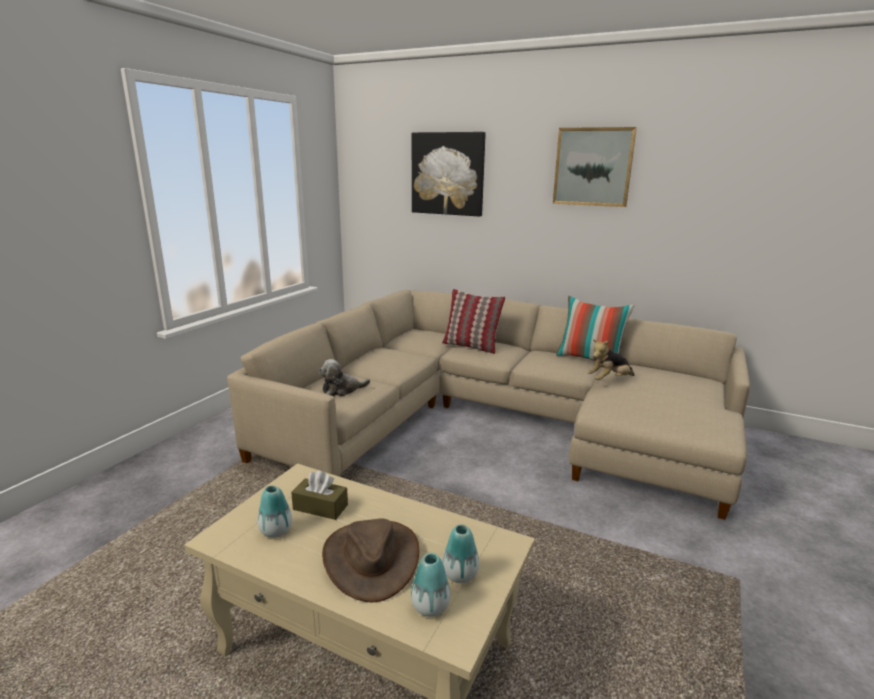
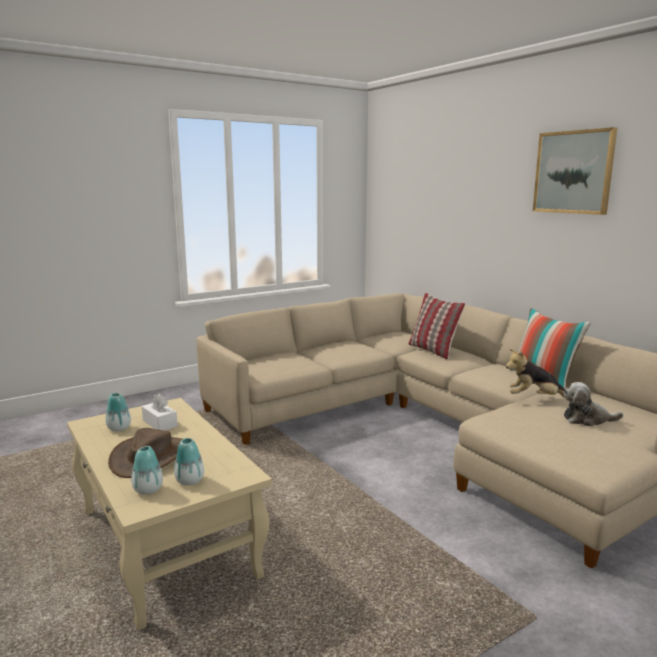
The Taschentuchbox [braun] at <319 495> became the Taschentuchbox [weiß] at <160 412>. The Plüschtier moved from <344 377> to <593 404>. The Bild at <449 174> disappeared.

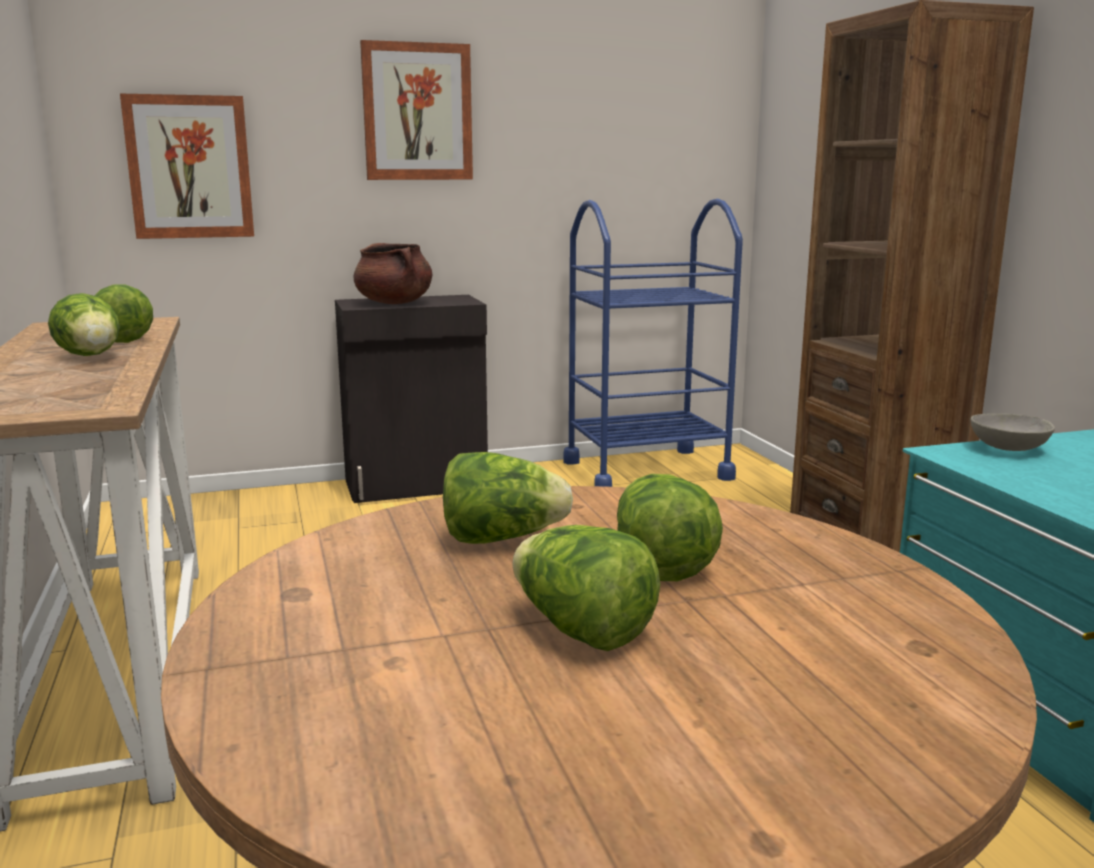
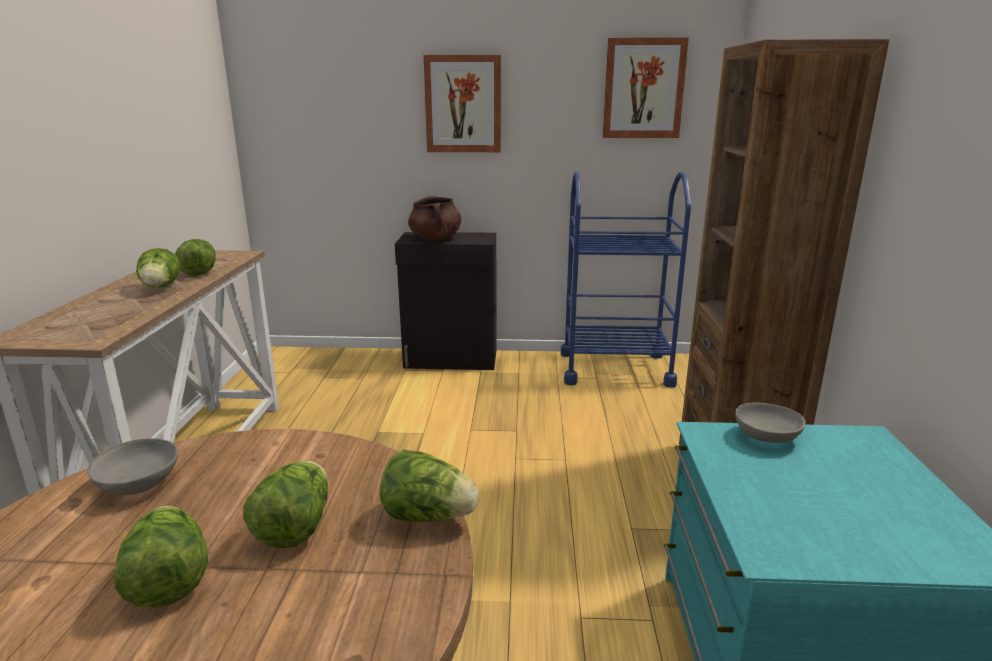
The Schüssel [grau] at <132 466> appeared. The Salatkopf moved from <508 498> to <429 486>. The Bild moved from <187 166> to <646 88>.

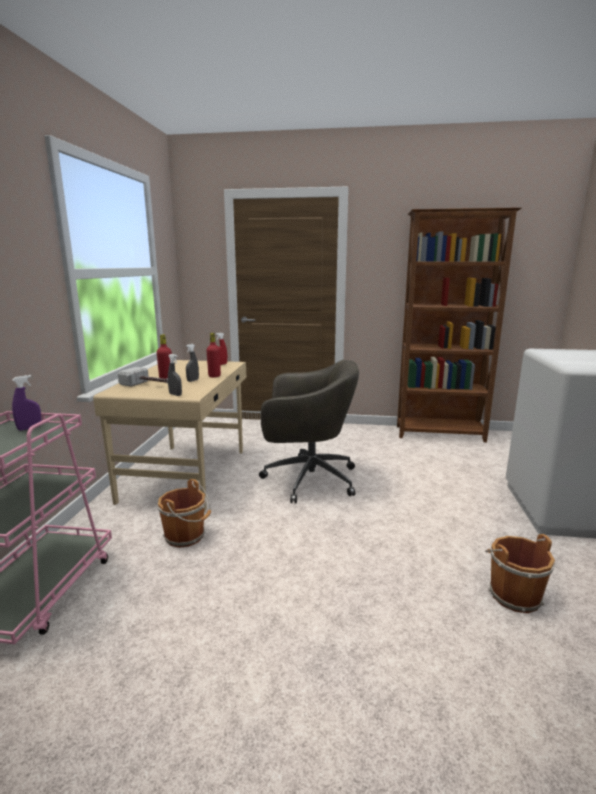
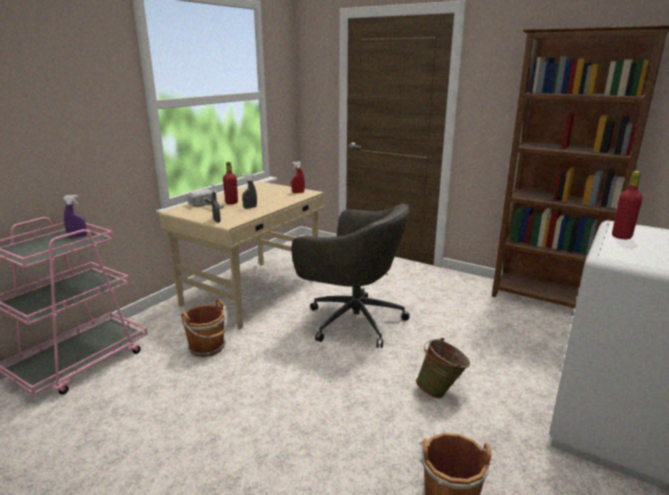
The Eimer [grün] at <443 368> appeared. The Flasche [rot] moved from <213 355> to <627 205>.

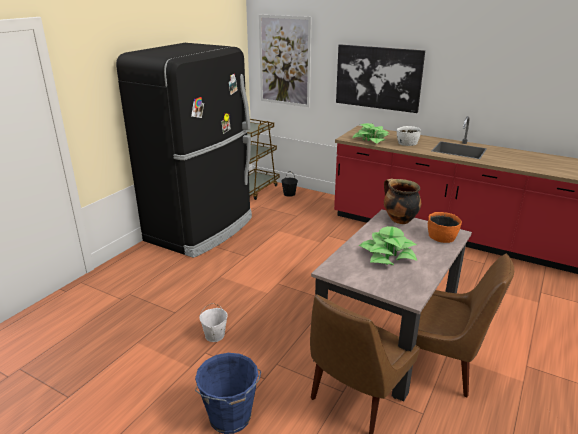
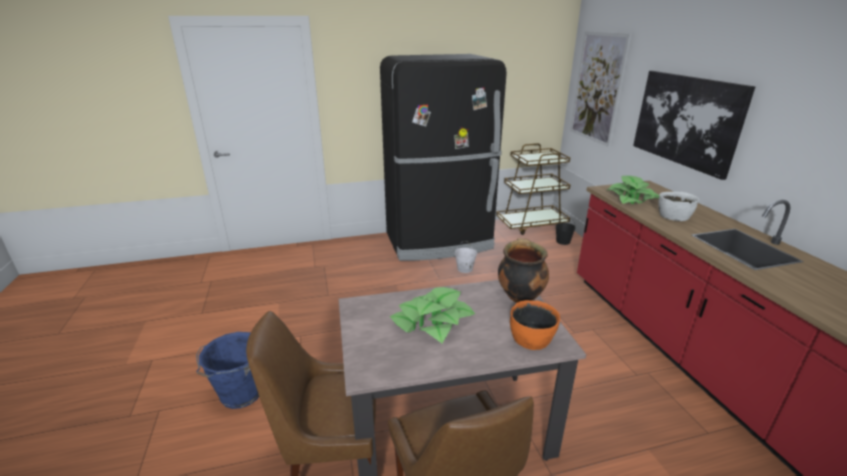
The Eimer [weiß] moved from <213 322> to <466 257>.

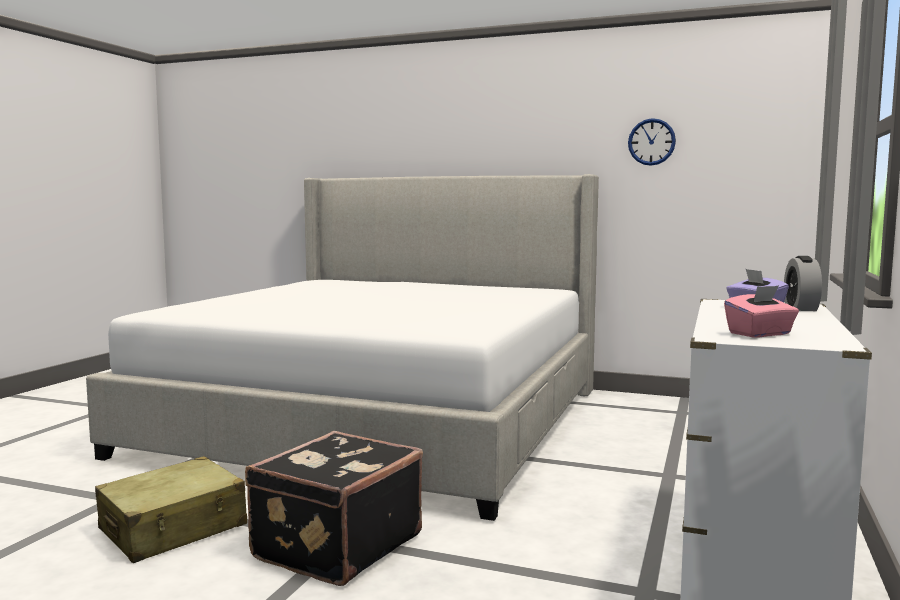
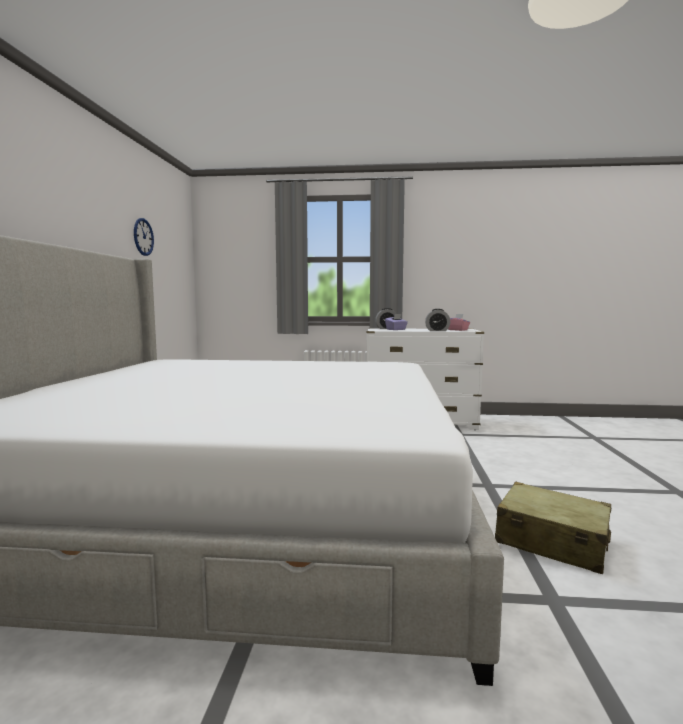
The Wecker at <437 320> appeared. The Koffer [schwarz] at <334 508> disappeared.

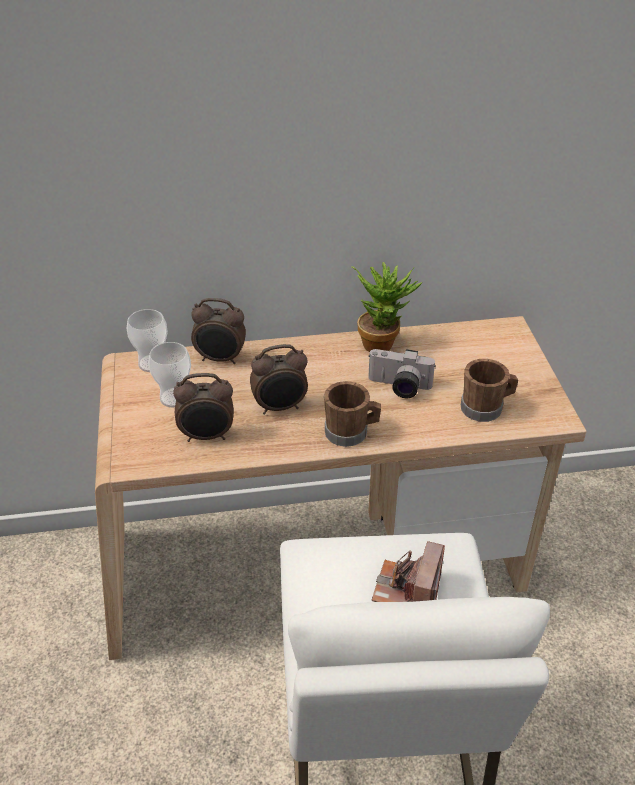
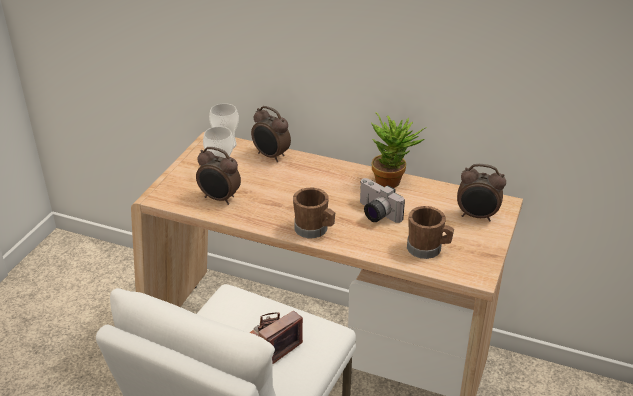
The Wecker moved from <279 379> to <481 193>.

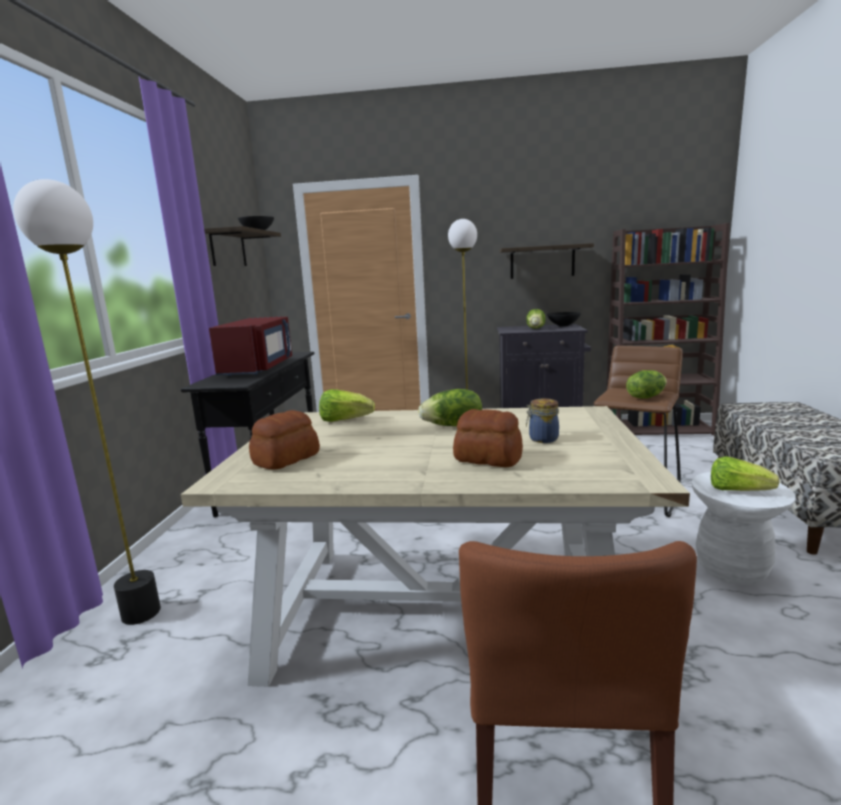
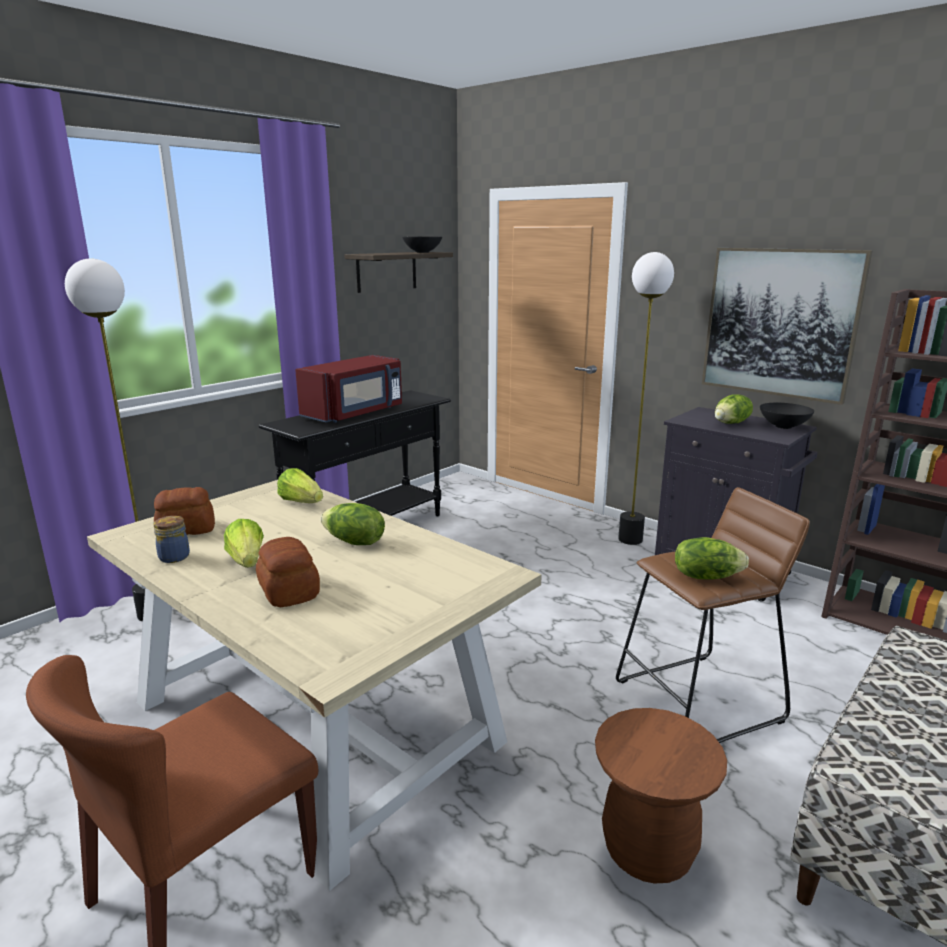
The Vorratsglas moved from <542 420> to <172 539>. The Salatkopf moved from <745 473> to <244 543>. The Hocker [weiß] at <743 528> became the Hocker [braun] at <661 795>. The Wandregal at <547 261> was replaced by the Bild at <787 326>.

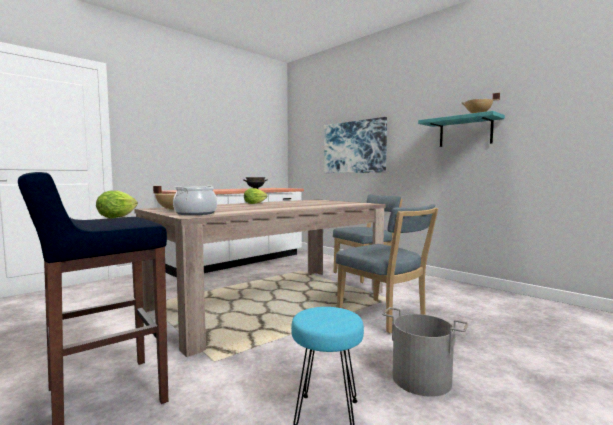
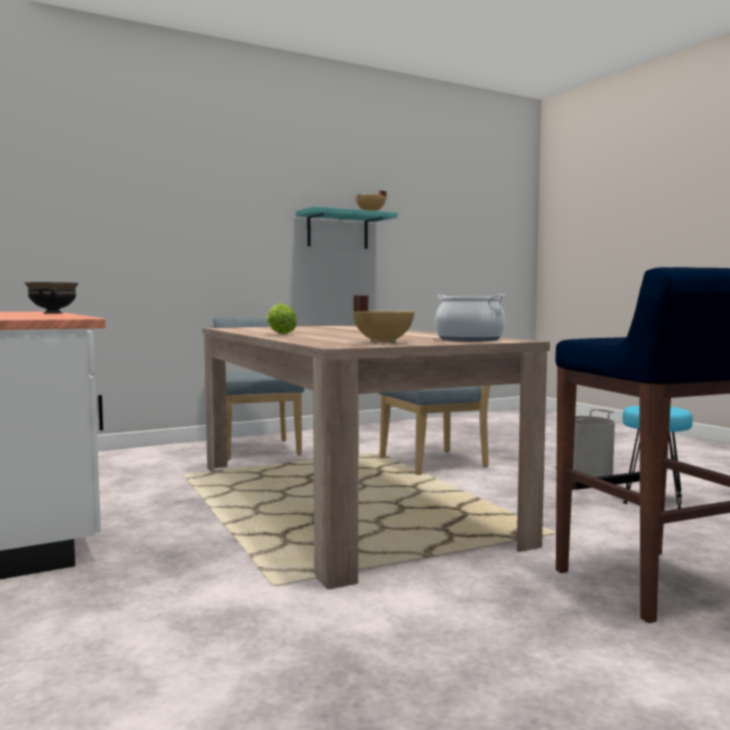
The Salatkopf at <117 204> disappeared. The Bild at <355 145> disappeared.

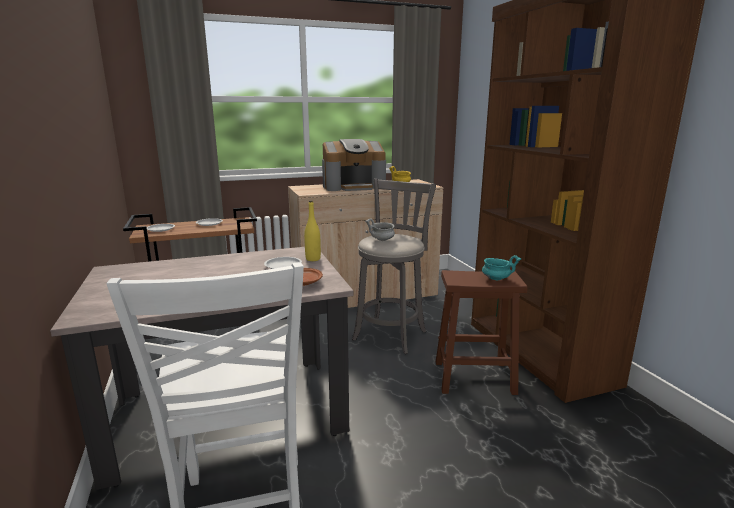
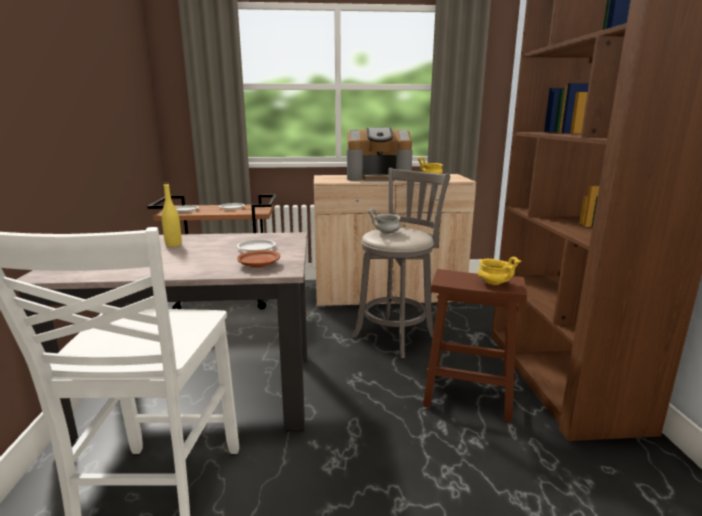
The Flasche [gelb] moved from <312 231> to <172 214>. The Schüssel [türkis] at <502 267> became the Schüssel [gelb] at <499 271>.

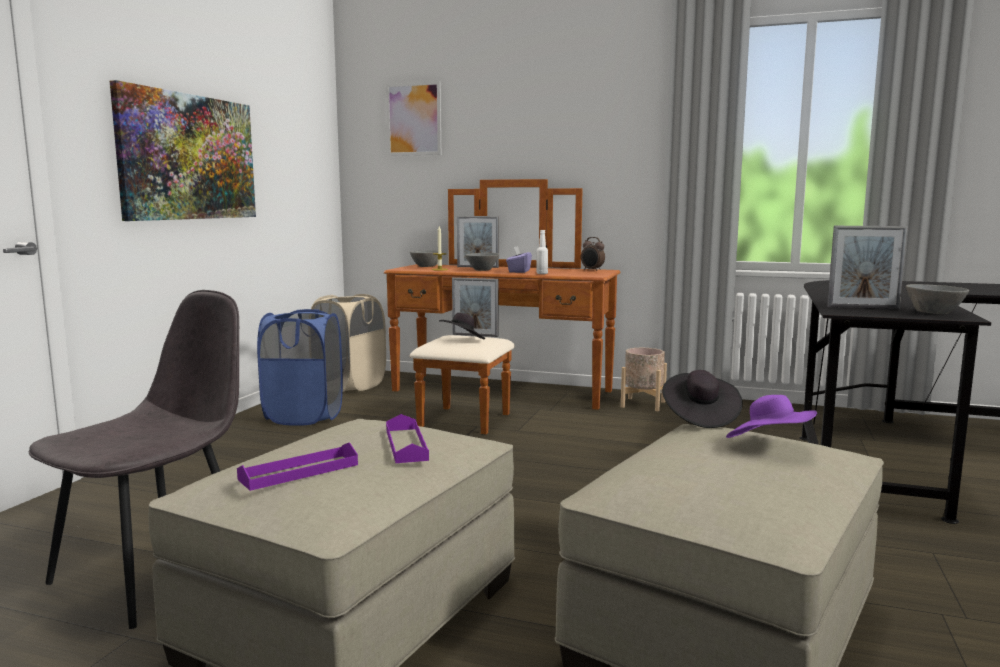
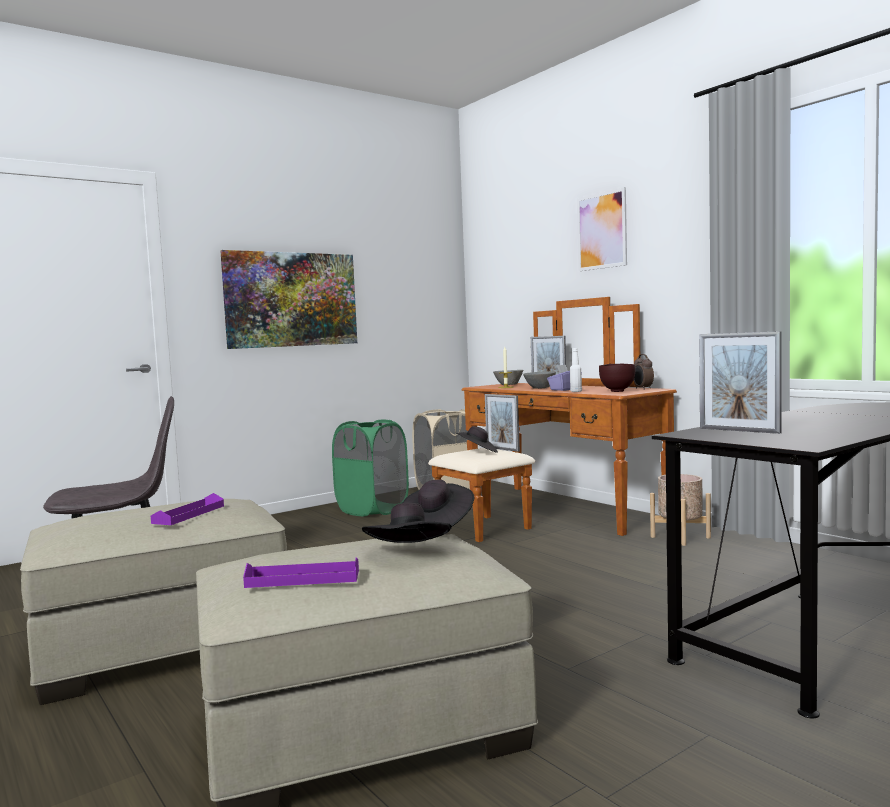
The Tablett [lila] moved from <297 466> to <301 572>. The Wäschekorb [blau] at <300 367> became the Wäschekorb [grün] at <370 468>. The Hut [lila] at <771 416> became the Hut [schwarz] at <407 523>. The Bild moved from <413 118> to <602 229>. The Schüssel [braun] at <617 378> appeared. The Schüssel [grau] at <937 299> disappeared.

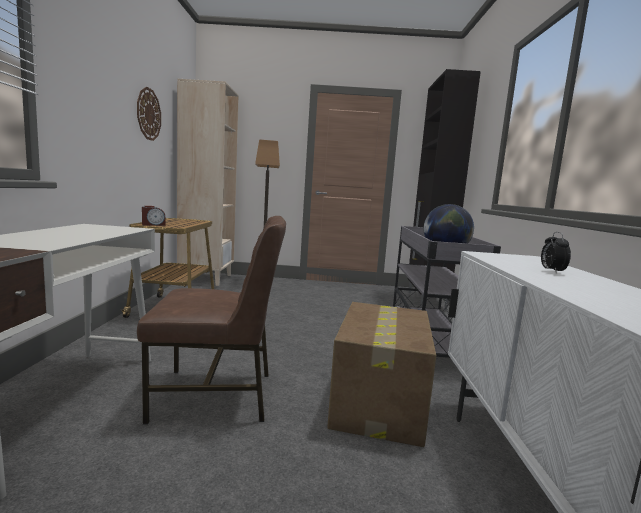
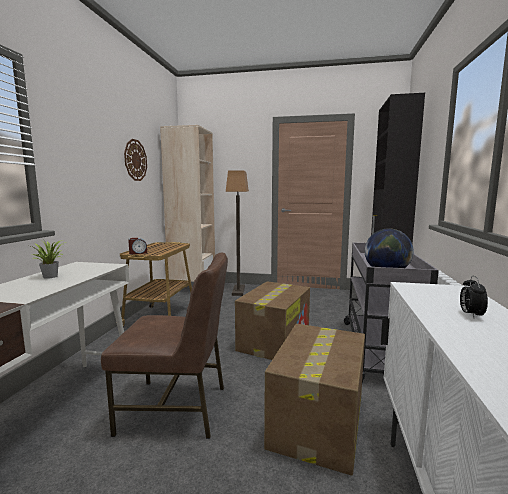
The Topfpflanze at <49 259> appeared. The Karton at <272 320> appeared.

